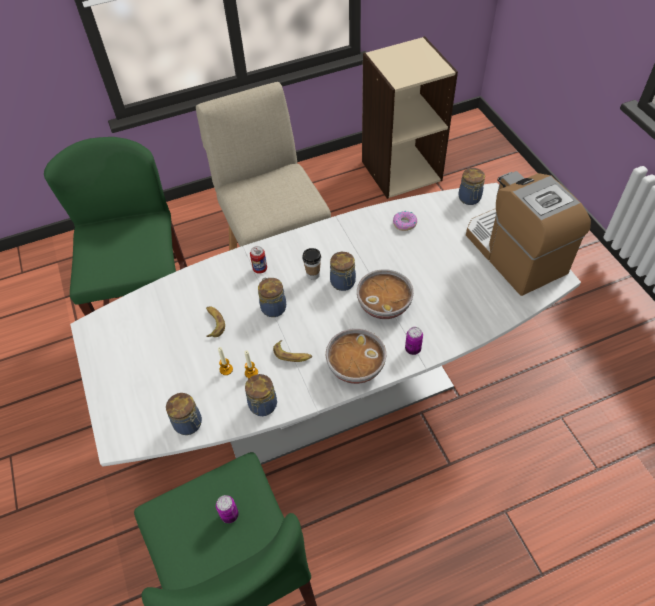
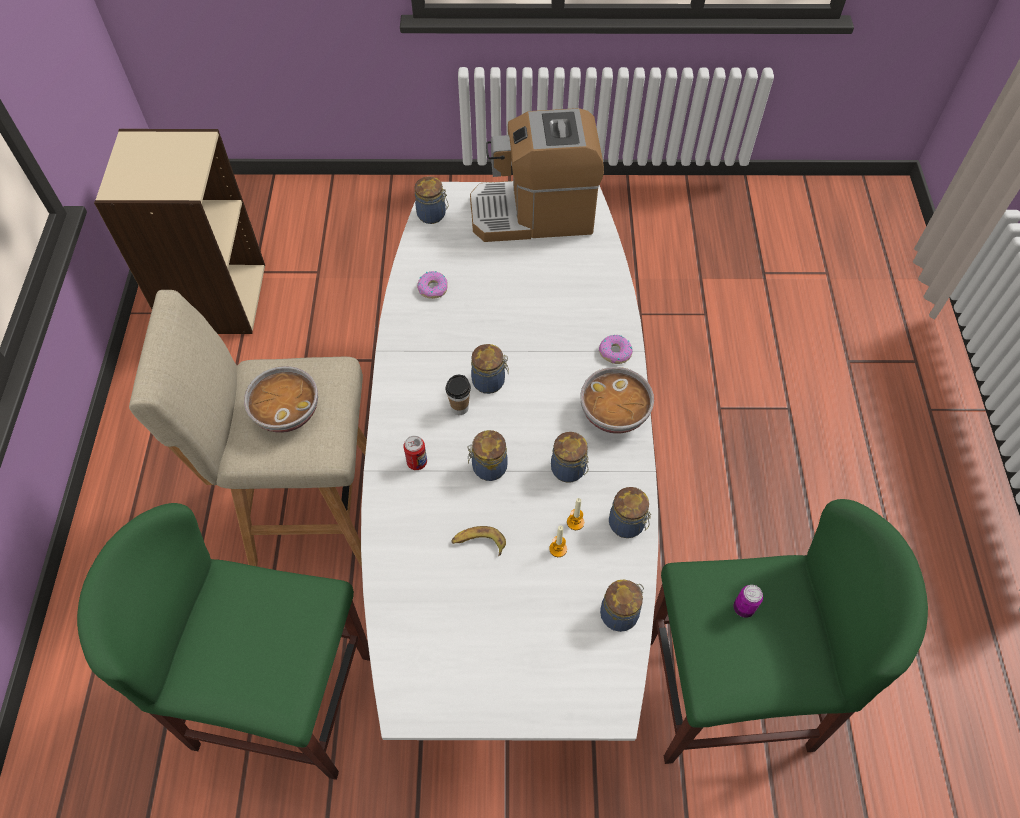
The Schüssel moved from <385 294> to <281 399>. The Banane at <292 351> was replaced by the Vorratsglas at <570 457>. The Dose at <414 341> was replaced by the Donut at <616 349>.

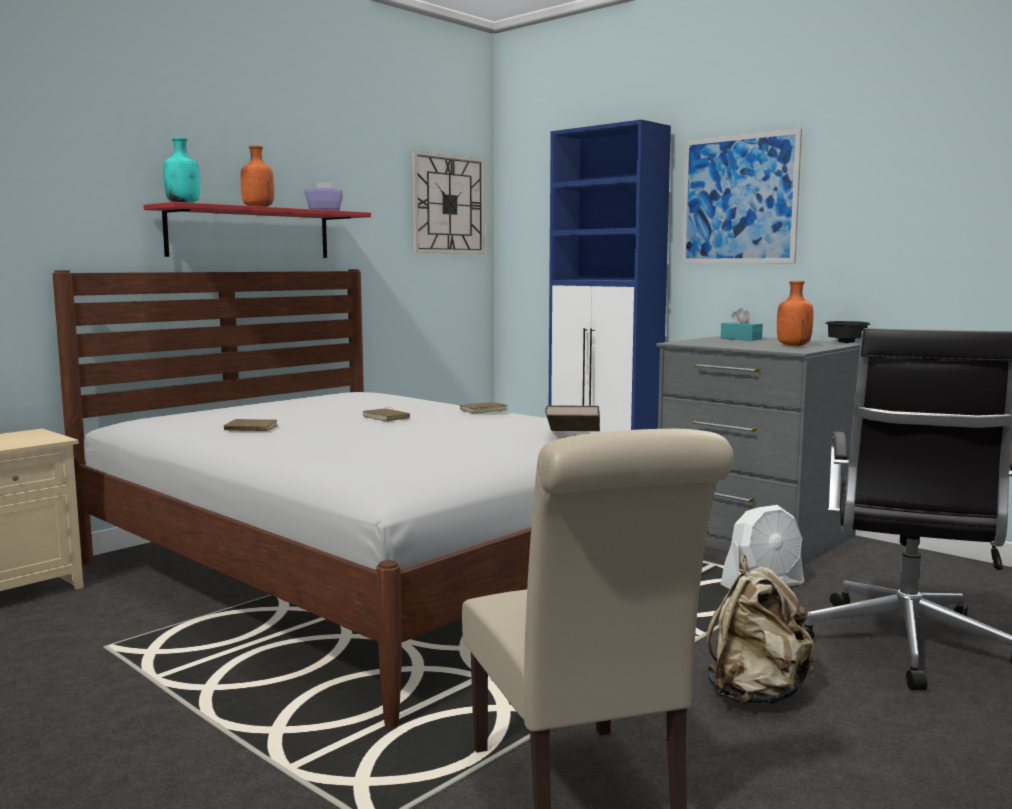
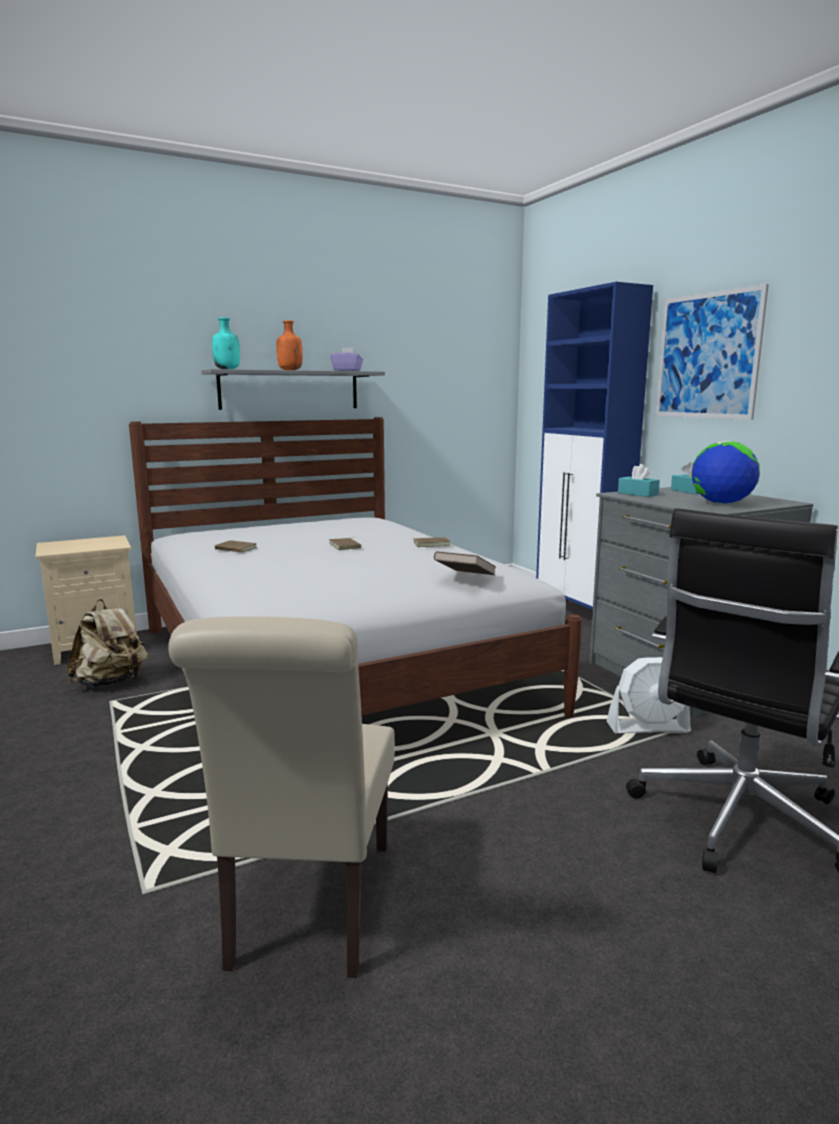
The Rucksack [beige] moved from <761 630> to <107 643>. The Wandregal [rot] at <257 230> became the Wandregal [grau] at <293 389>. The Taschentuchbox [türkis] at <639 480> appeared. The Flasche [orange] at <795 313> was replaced by the Globus at <726 472>. The Wanduhr at <448 202> disappeared. The Schüssel [schwarz] at <847 332> disappeared.

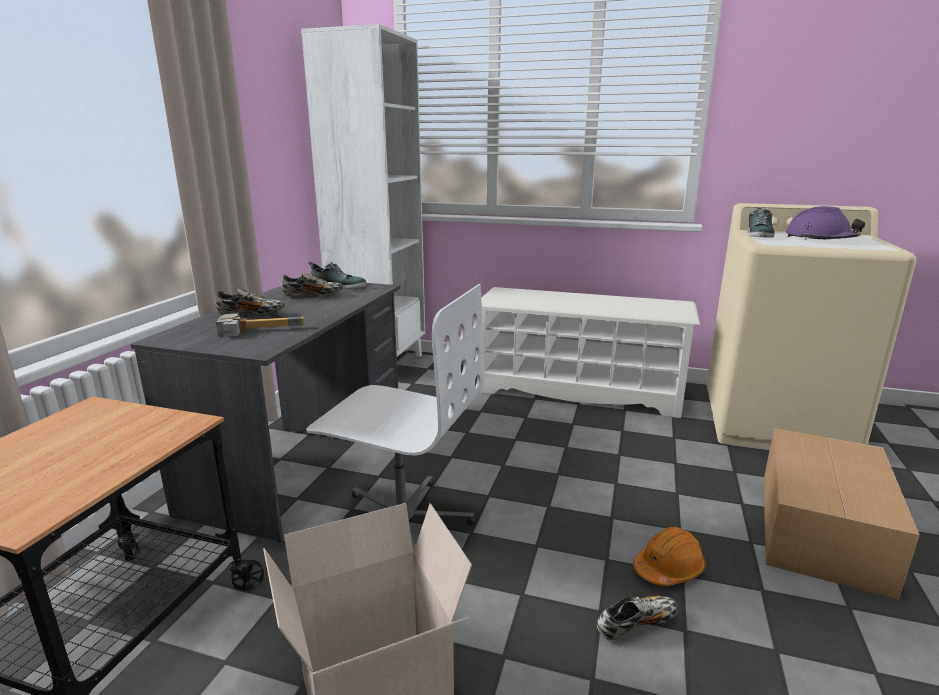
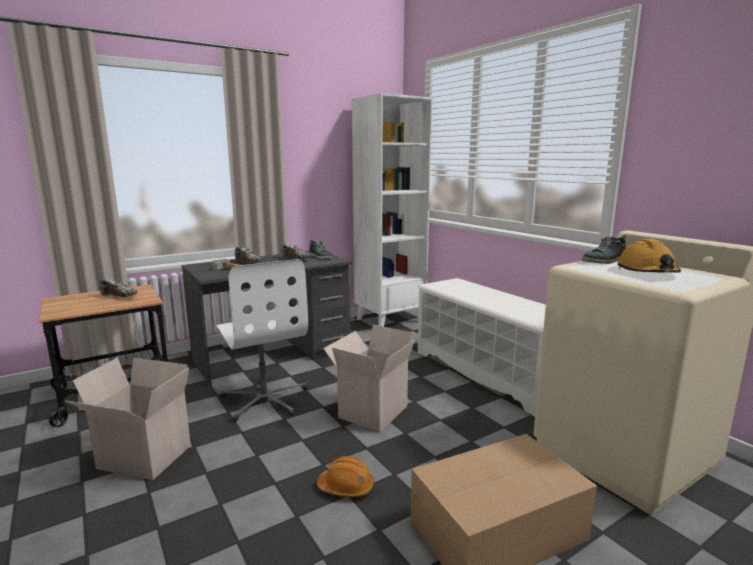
The Schuh moved from <637 618> to <119 288>. The Karton at <369 378> appeared. The Schutzhelm [lila] at <825 223> became the Schutzhelm [orange] at <649 256>.

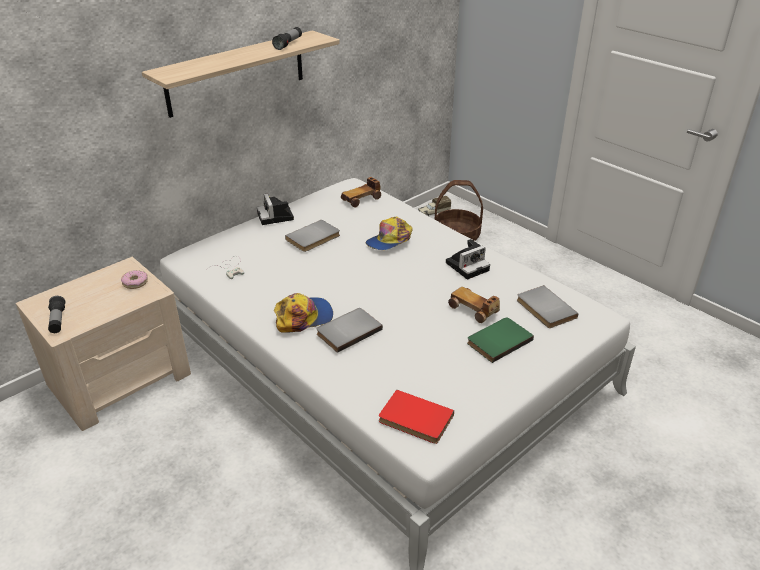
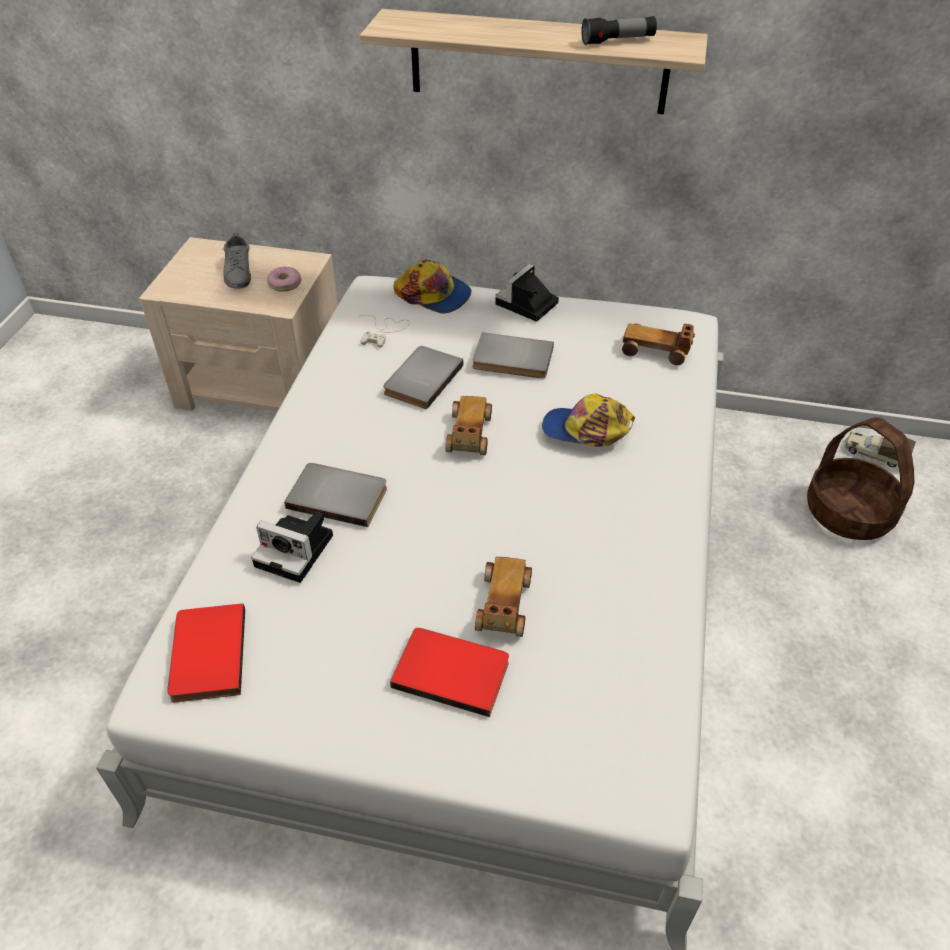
The Schuh [grau] at <237 261> appeared. The Kamera moved from <468 259> to <292 547>. The Buch [grau] moved from <547 306> to <423 377>. The Buch [grün] at <500 340> became the Buch [rot] at <449 672>. The Kappe moved from <303 313> to <432 287>. The Spielzeugauto at <468 425> appeared. The Taschenlampe at <56 314> disappeared.

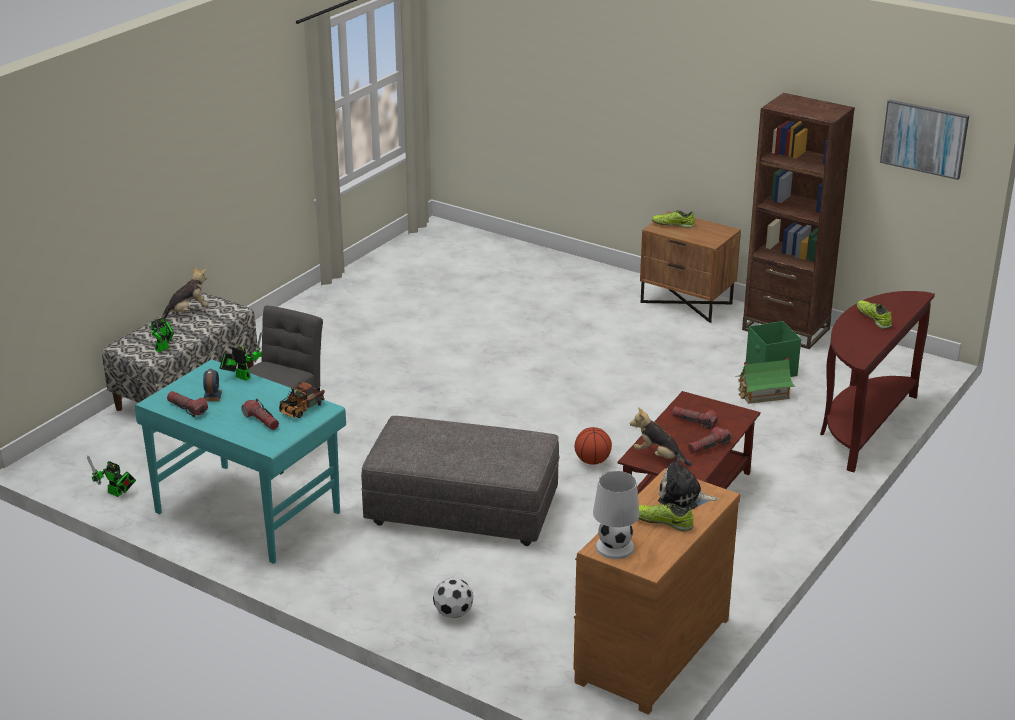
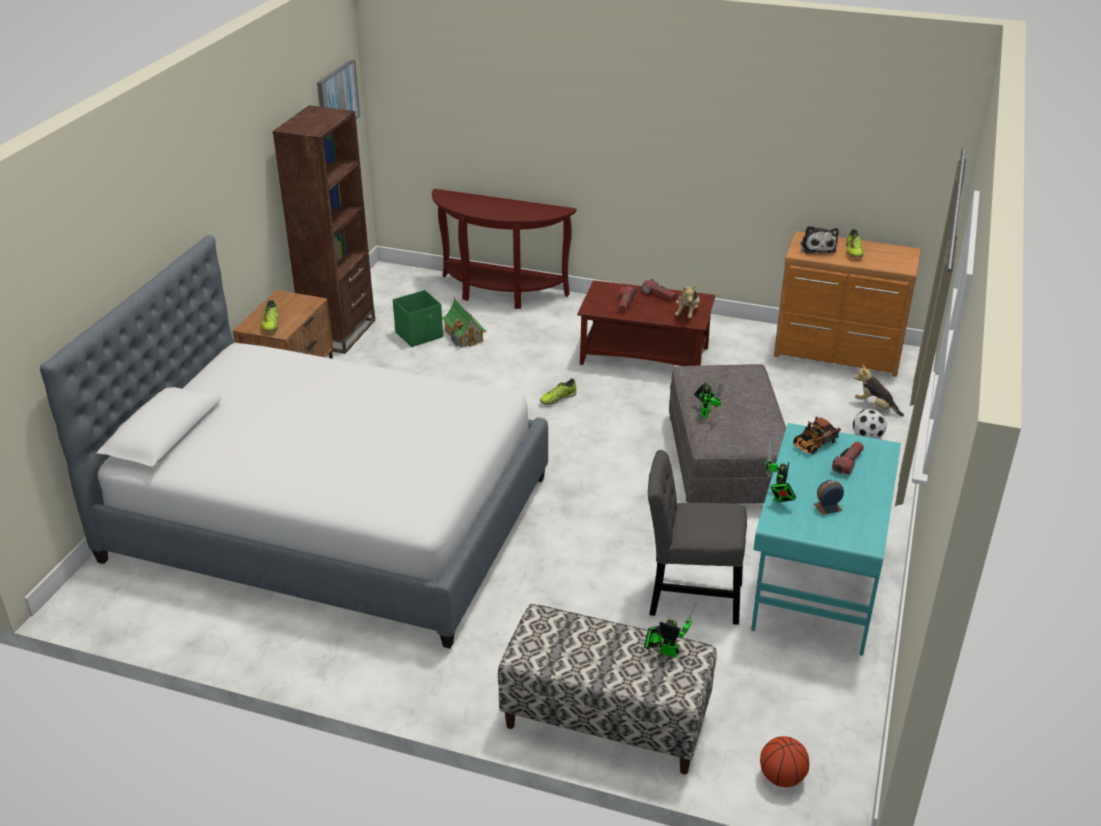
The Bett at <294 442> appeared. The Schuh moved from <874 314> to <558 391>. The Spielzeugroboter moved from <111 476> to <708 400>. The Basketball moved from <593 446> to <784 761>. The Spielzeuglaster at <302 400> turned 120 degrees clockwise. The Plüschtier moved from <185 293> to <879 390>. The Taschenlampe at <187 404> disappeared. The Tischlampe [weiß] at <616 515> disappeared.

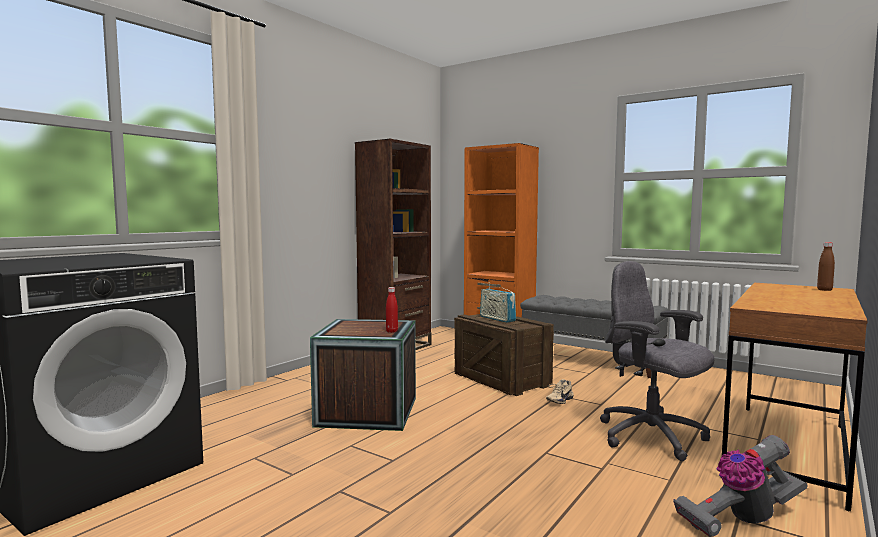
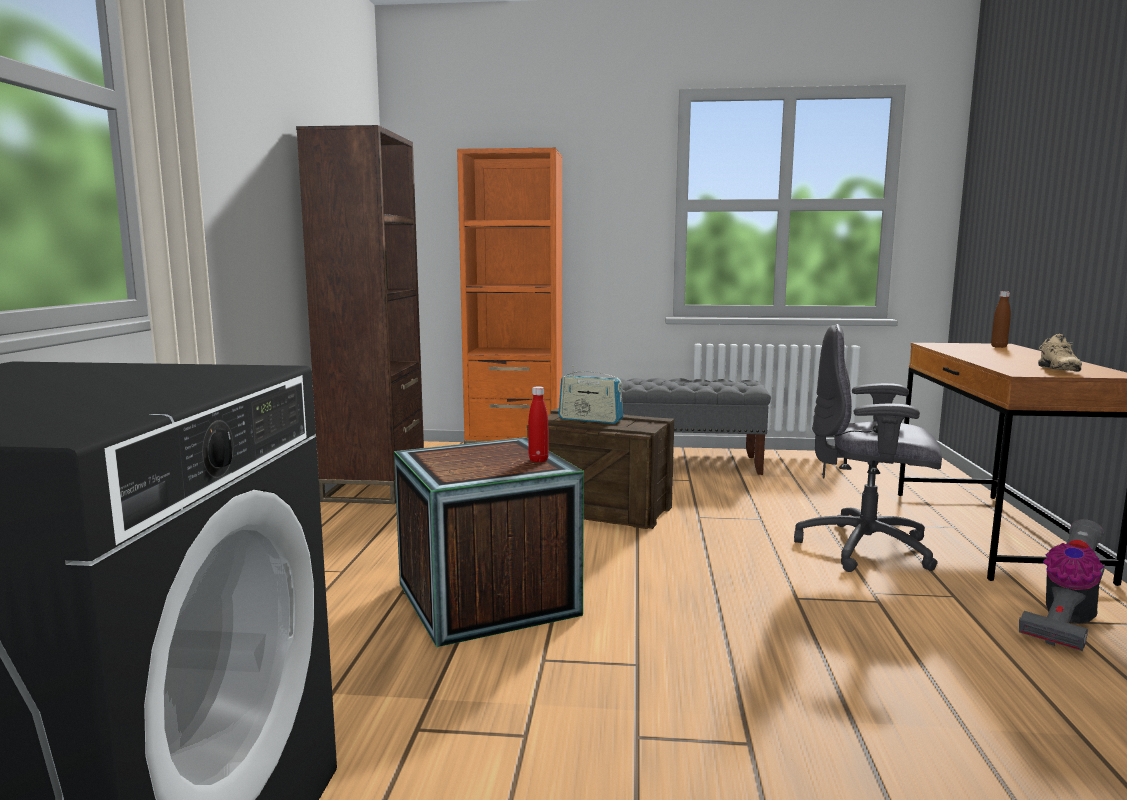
The Schuh [beige] moved from <560 391> to <1060 352>.

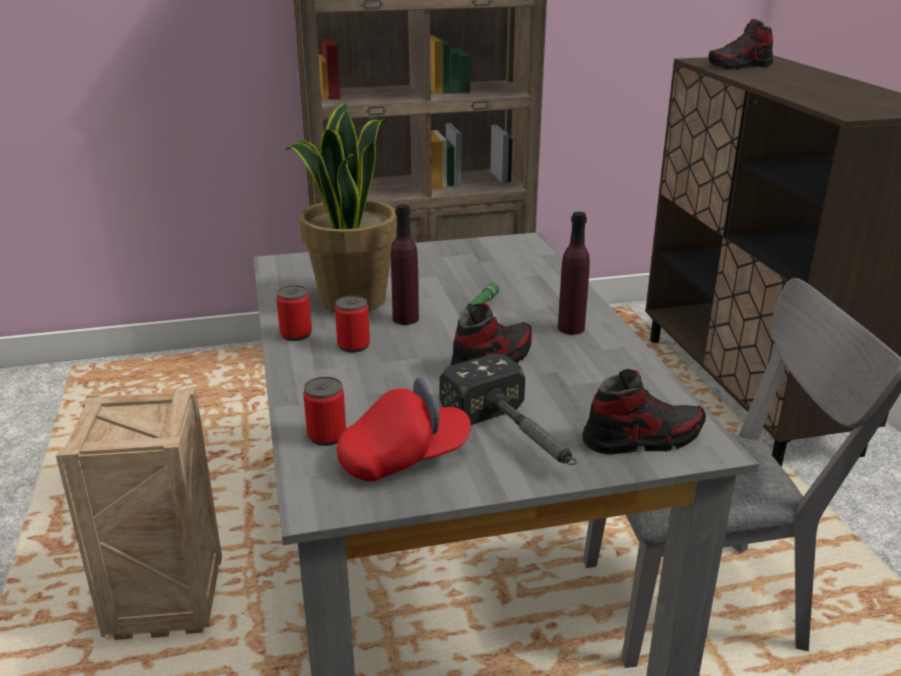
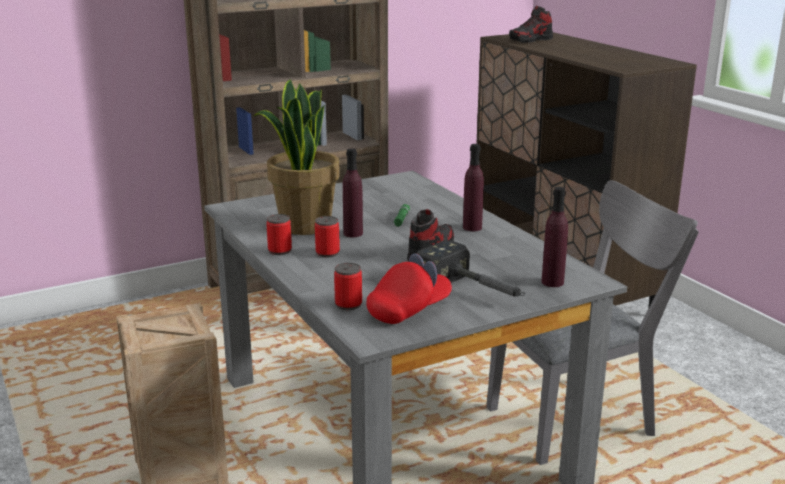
The Schuh at <644 411> was replaced by the Flasche [lila] at <554 237>.

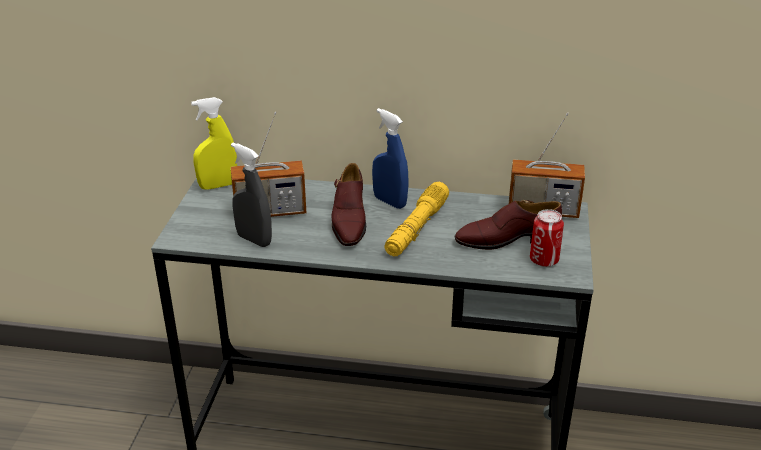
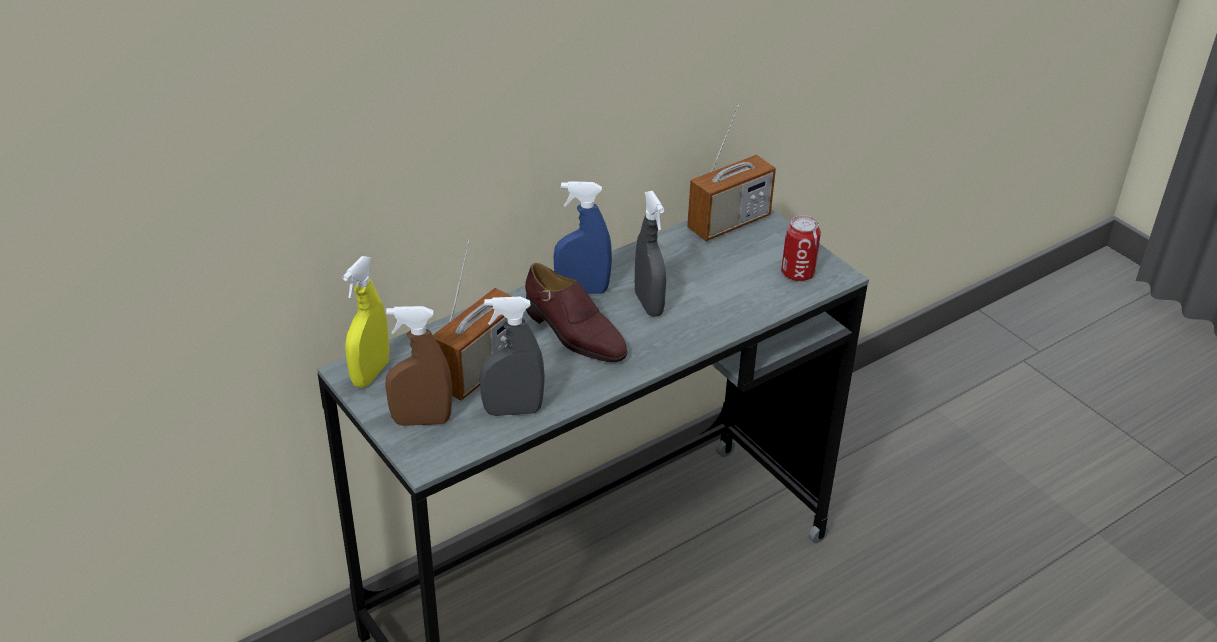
The Sprühflasche [braun] at <418 366> appeared. The Taschenlampe [gelb] at <417 219> was replaced by the Sprühflasche [grau] at <650 254>. The Schuh [braun] at <508 225> disappeared.

